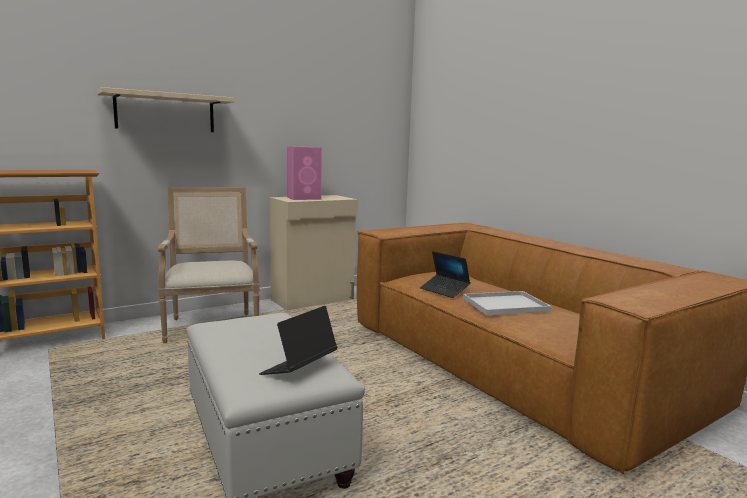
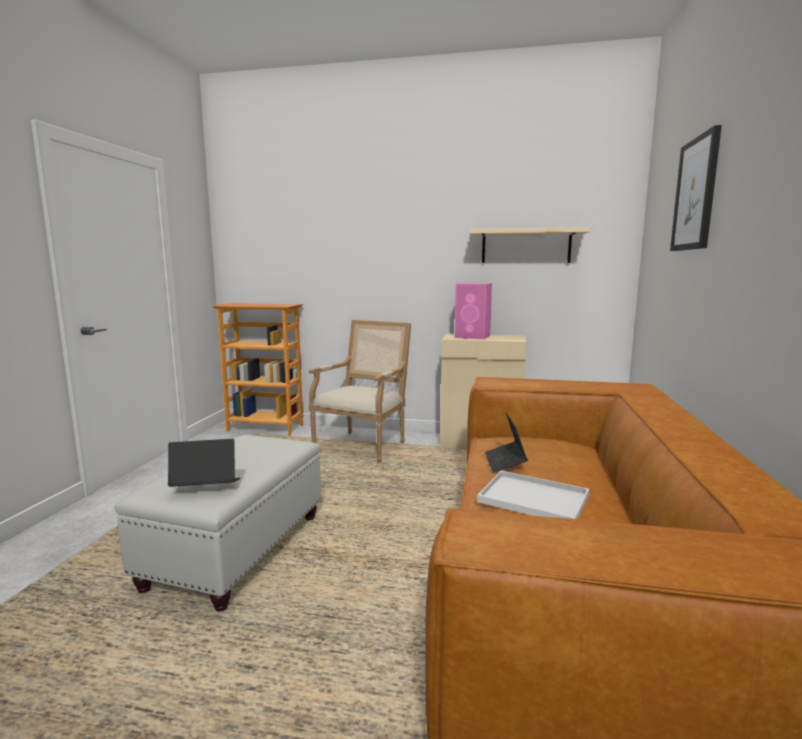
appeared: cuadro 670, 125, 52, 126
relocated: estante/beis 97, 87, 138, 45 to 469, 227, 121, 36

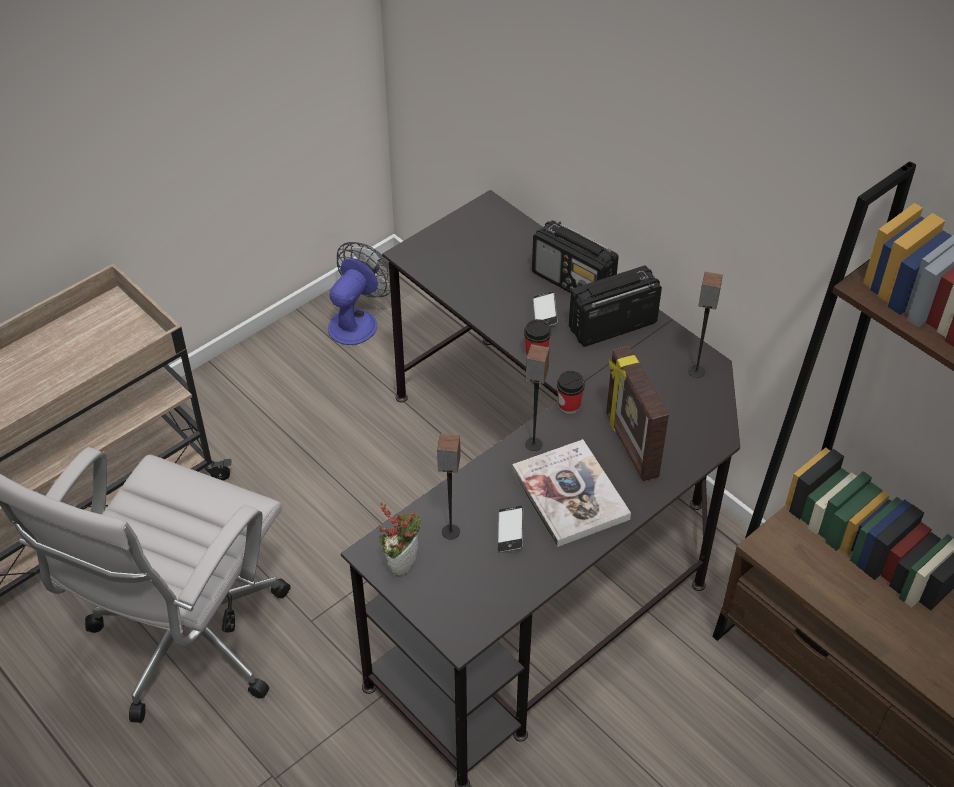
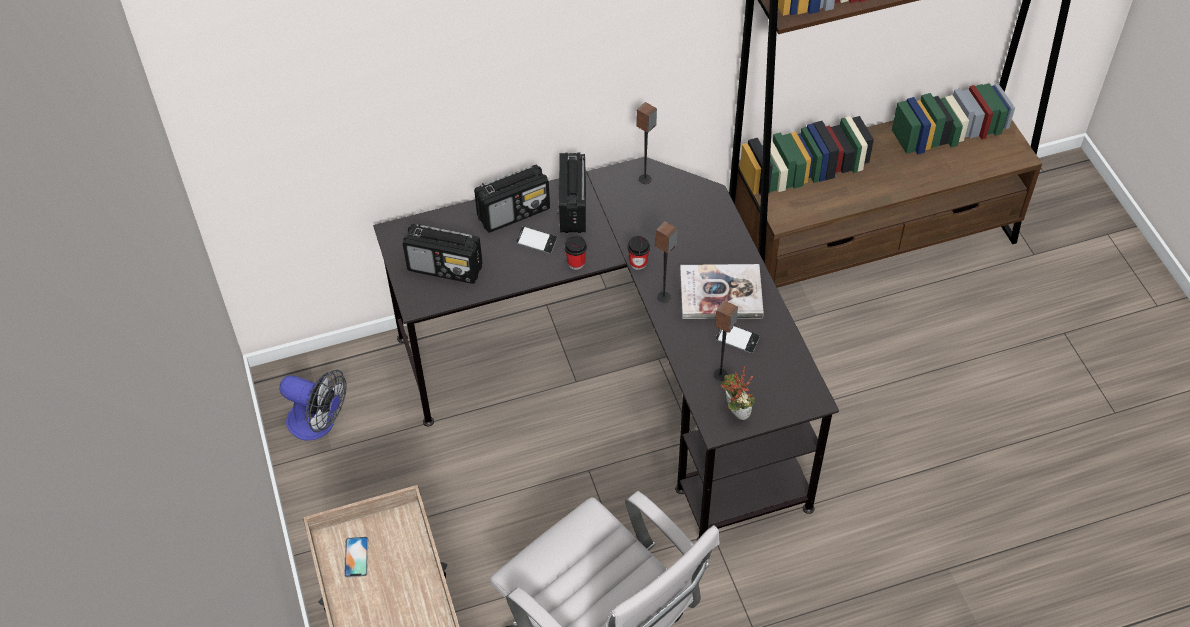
missing: portarretratos 606, 346, 63, 135
appeared: móvil 344, 537, 24, 40; radio 403, 224, 80, 60
spun: ventilador 328, 242, 63, 103 = 280, 370, 67, 71 150 degrees clockwise

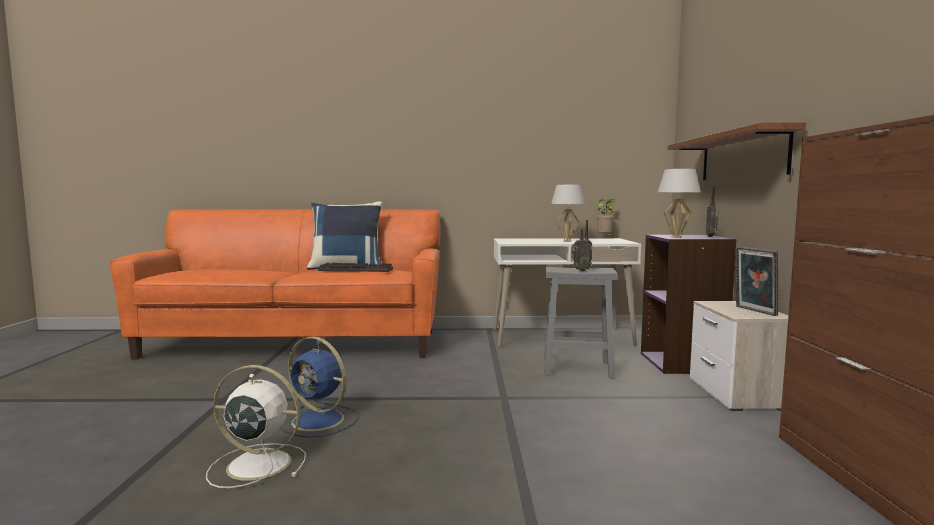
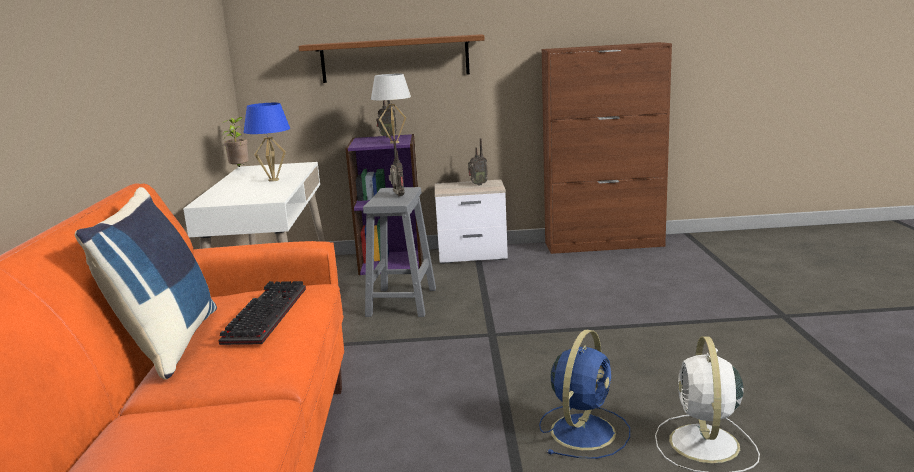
exchanged: portarretratos 735, 247, 43, 69 to radio 468, 138, 20, 48
colour: lámpara de mesa/blanco 551, 185, 34, 57 to lámpara de mesa/azul 244, 103, 46, 79

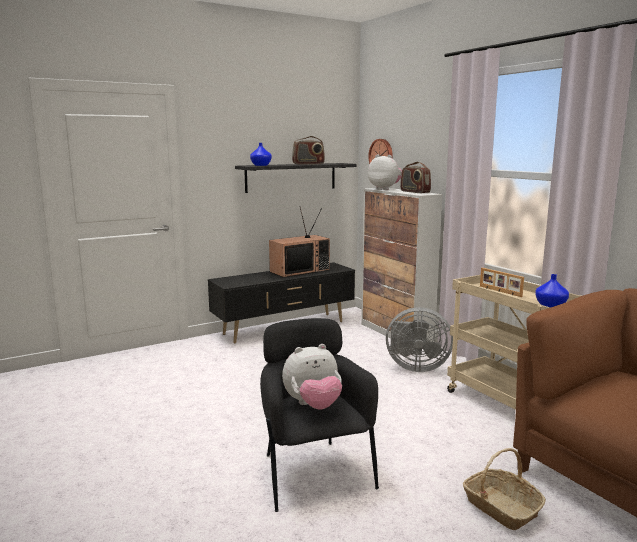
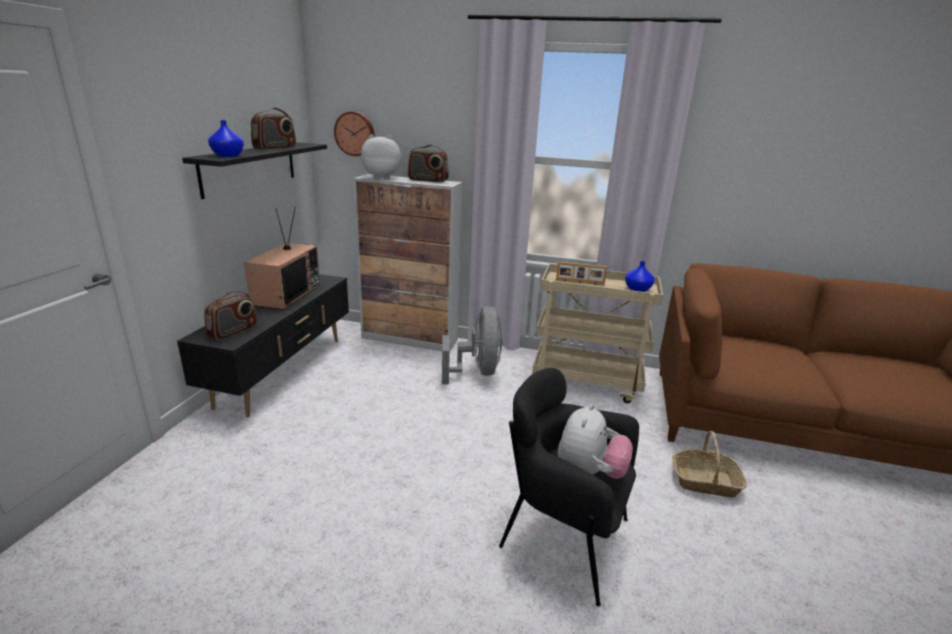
appeared: radio 204, 291, 53, 49
spun: ventilador/gris 386, 307, 67, 65 = 442, 306, 61, 79 60 degrees counterclockwise

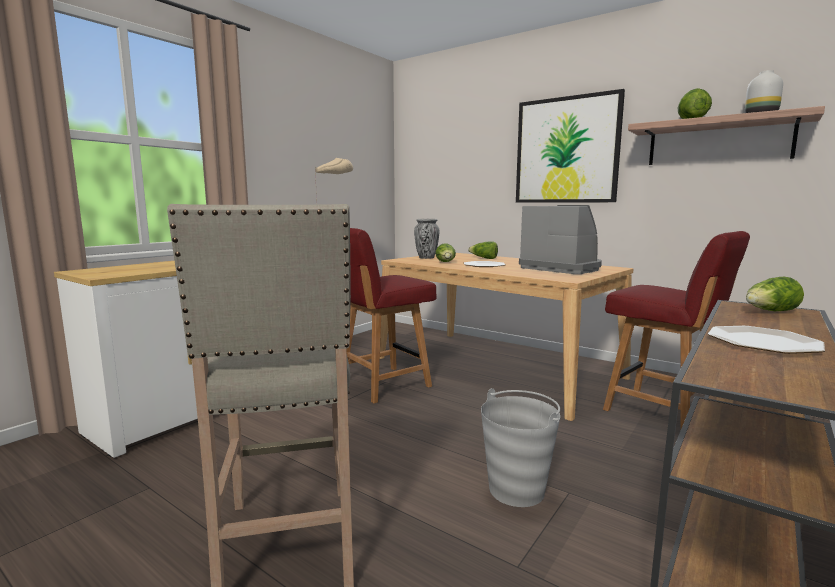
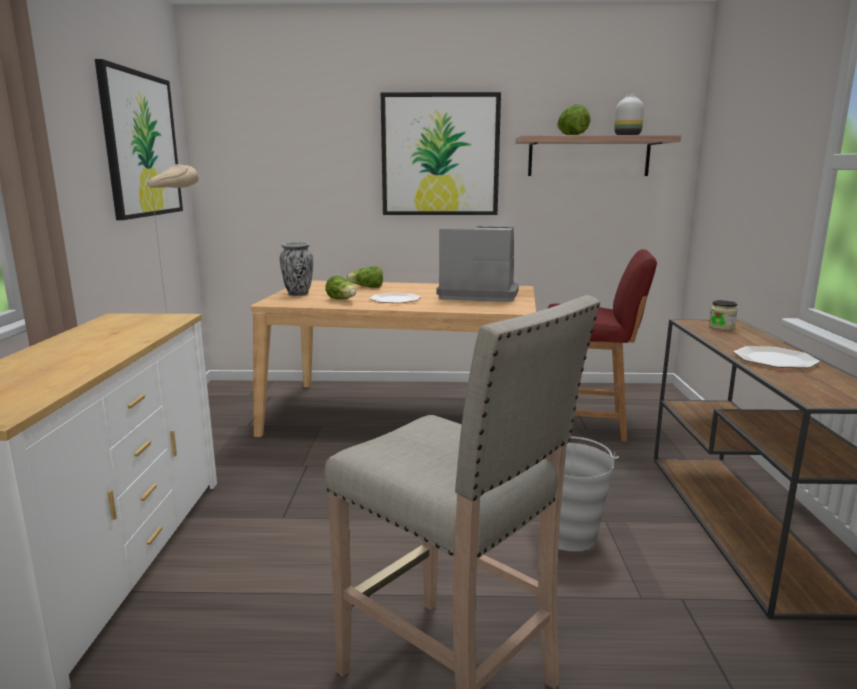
missing: silla/rojo 346, 228, 91, 175
appeared: cuadro 95, 59, 88, 161
exchanged: lechuga 746, 277, 58, 34 to tarro 709, 300, 29, 30

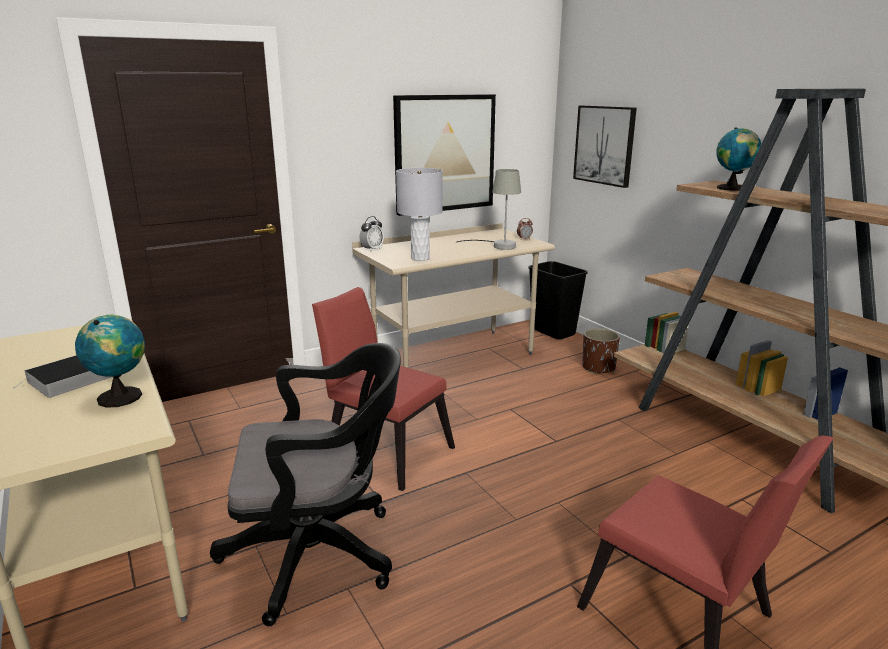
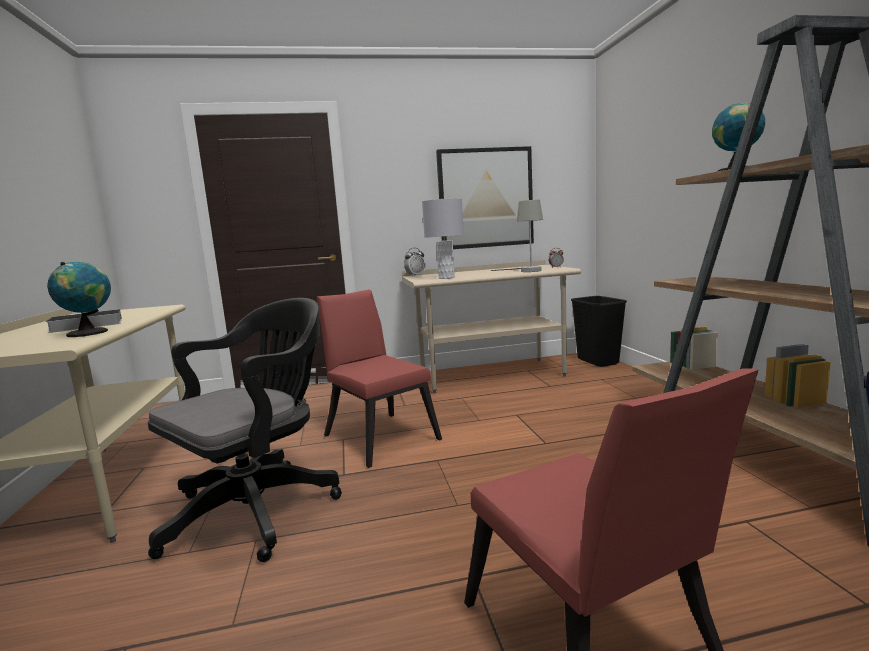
missing: cuadro 573, 106, 64, 82; maceta/marrón 582, 328, 38, 46
spun: silla de oficina/negro 210, 343, 191, 283 = 148, 298, 194, 264 60 degrees counterclockwise

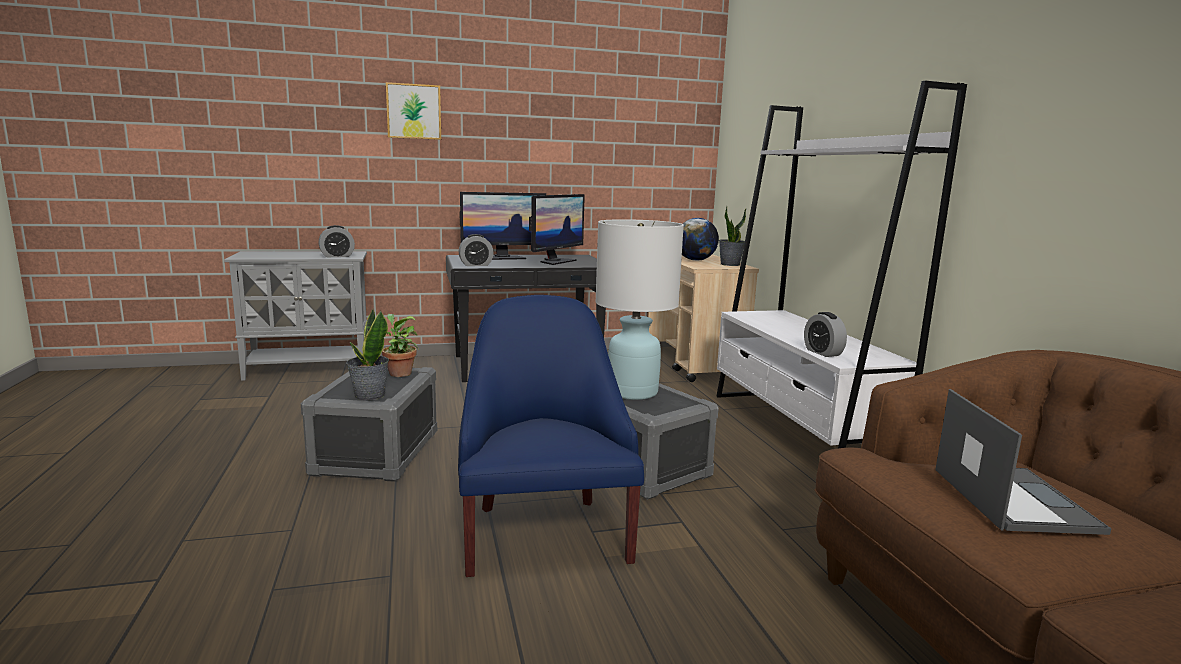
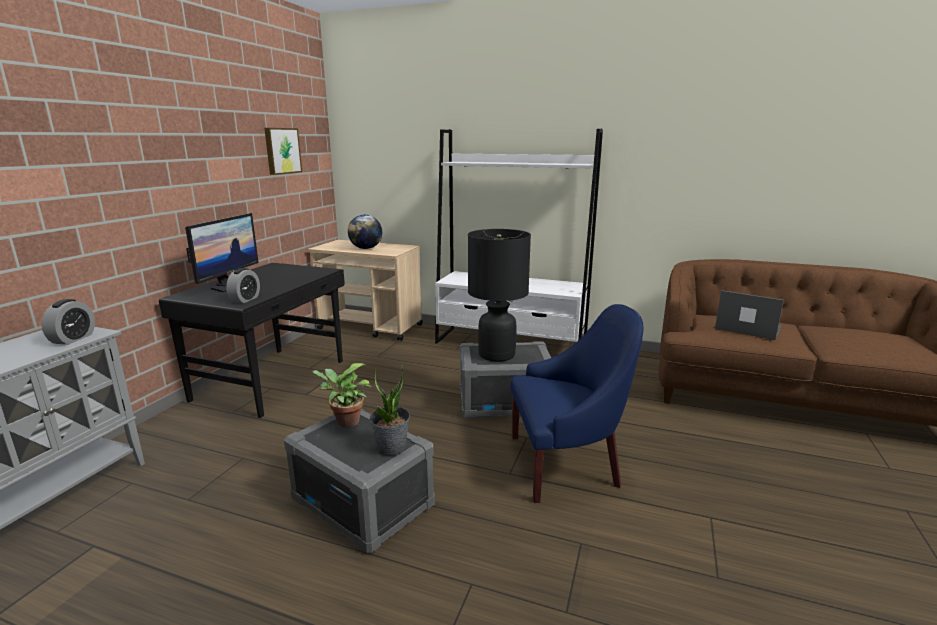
missing: monitor 529, 194, 56, 71; planta en maceta 719, 206, 27, 60; despertador 804, 312, 43, 45
relocated: cuadro 386, 82, 55, 58 to 264, 128, 38, 47
colour: lámpara de mesa/blanco 595, 219, 89, 181 to lámpara de mesa/negro 468, 229, 63, 133
spun: sillón/azul 458, 295, 186, 282 = 510, 304, 134, 199 150 degrees clockwise

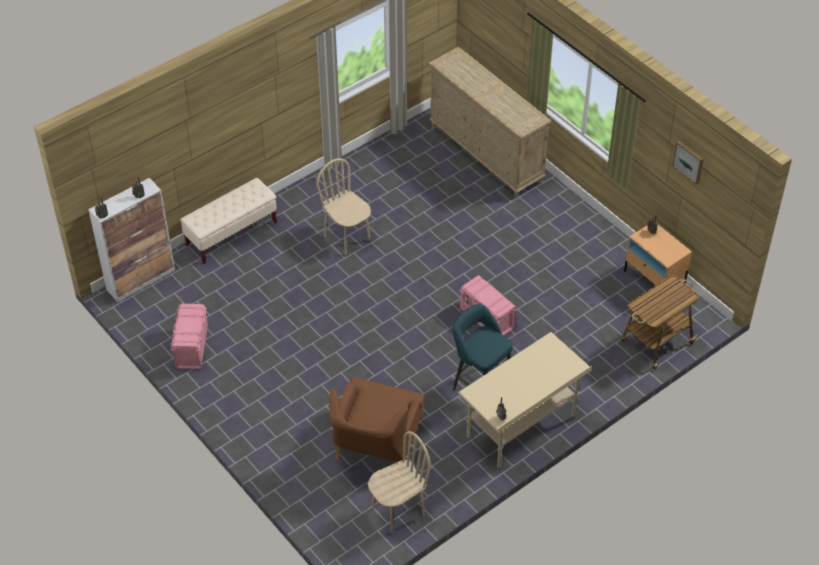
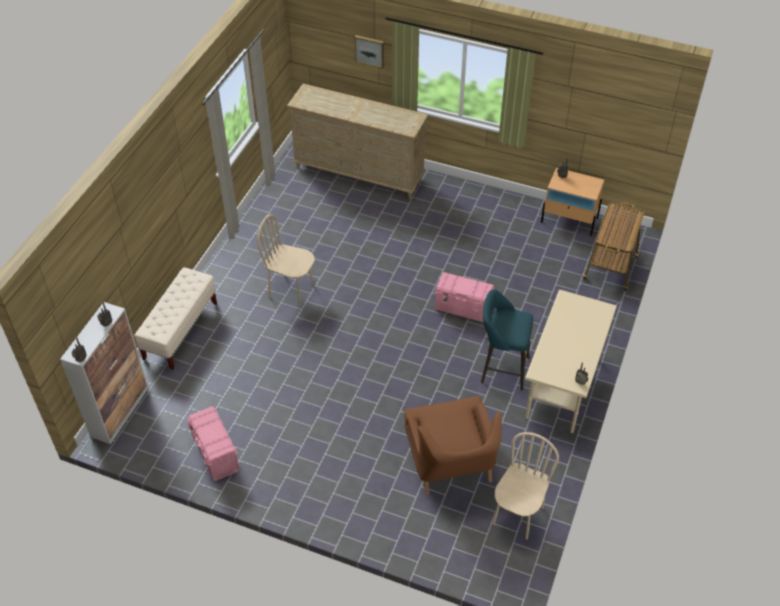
relocated: cuadro 672, 141, 32, 44 to 355, 35, 29, 34

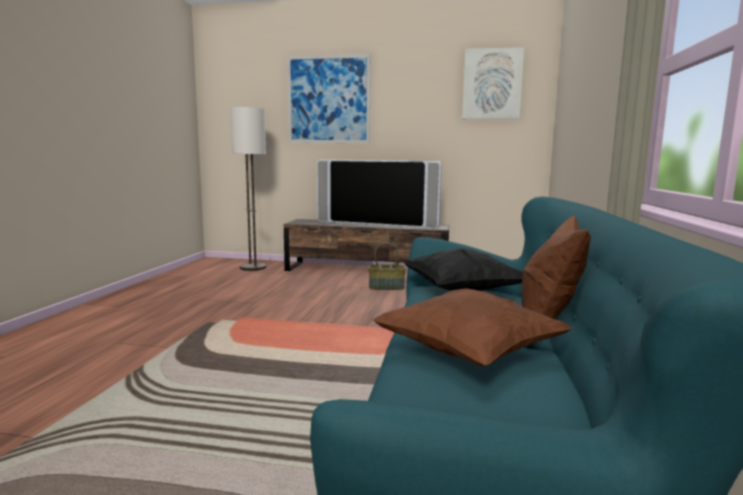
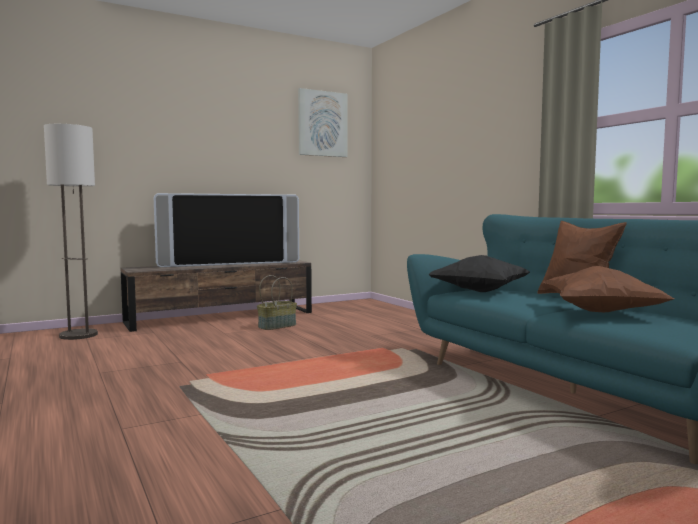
missing: cuadro 287, 54, 84, 89

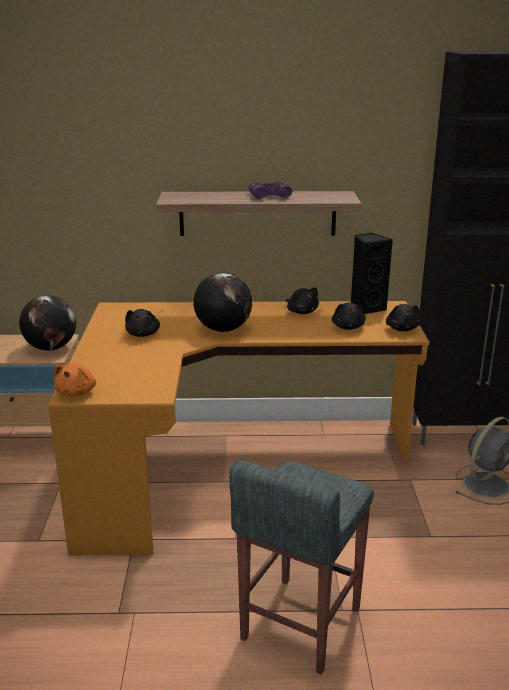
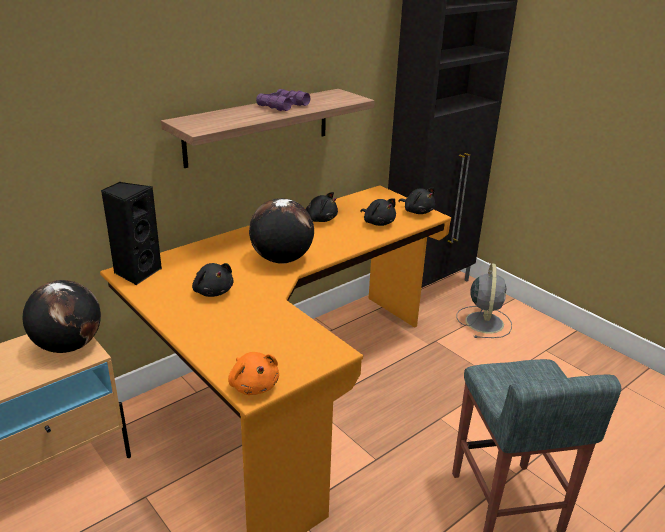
relocated: altavoz/negro 351, 233, 42, 81 to 101, 182, 61, 103

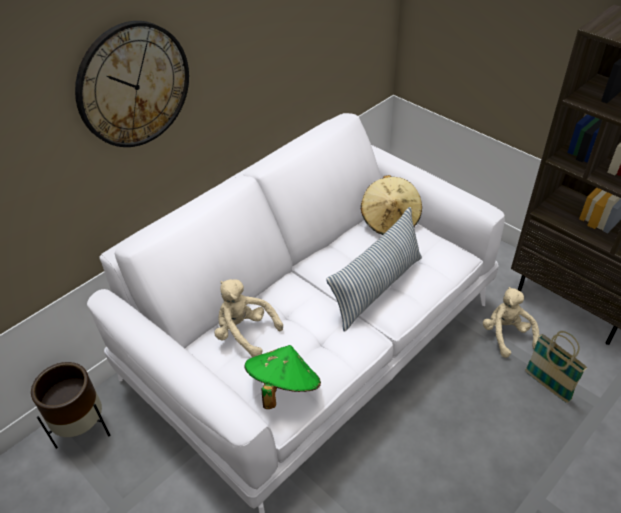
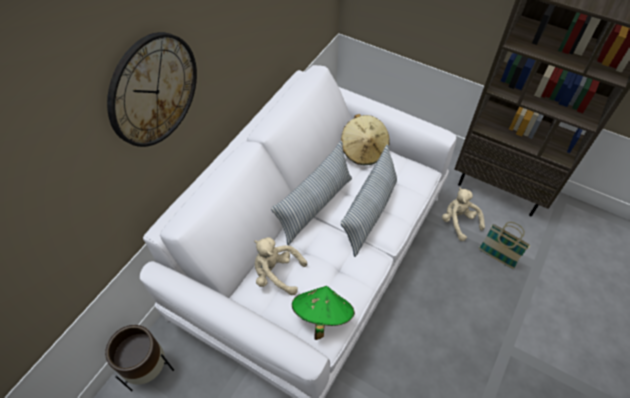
appeared: cojín 271, 141, 81, 104

